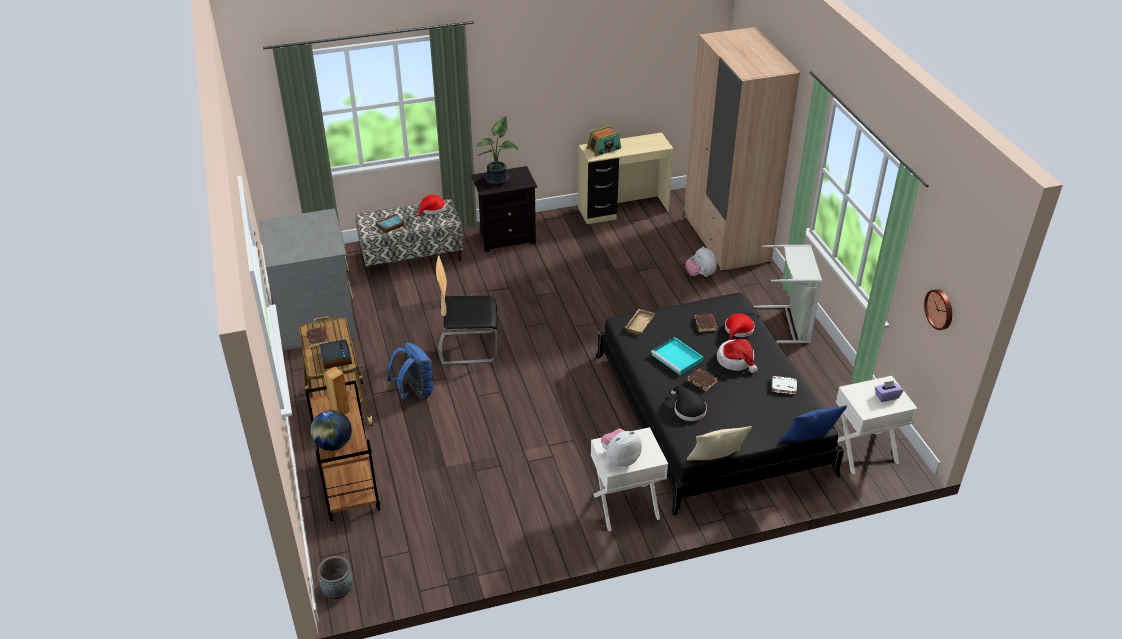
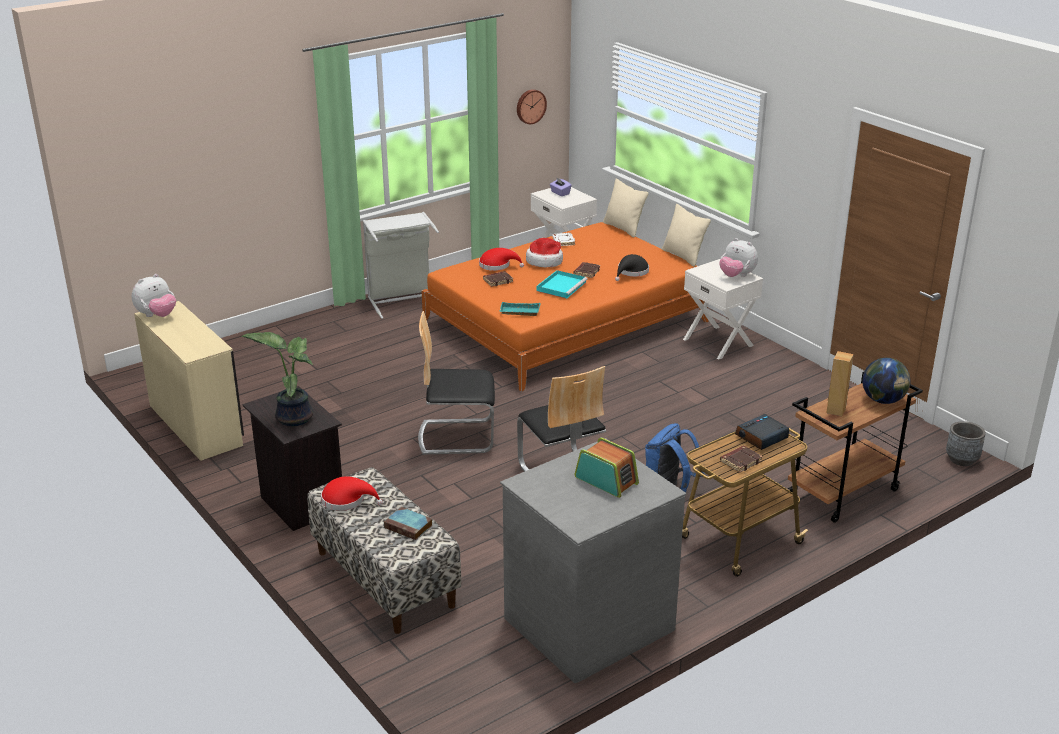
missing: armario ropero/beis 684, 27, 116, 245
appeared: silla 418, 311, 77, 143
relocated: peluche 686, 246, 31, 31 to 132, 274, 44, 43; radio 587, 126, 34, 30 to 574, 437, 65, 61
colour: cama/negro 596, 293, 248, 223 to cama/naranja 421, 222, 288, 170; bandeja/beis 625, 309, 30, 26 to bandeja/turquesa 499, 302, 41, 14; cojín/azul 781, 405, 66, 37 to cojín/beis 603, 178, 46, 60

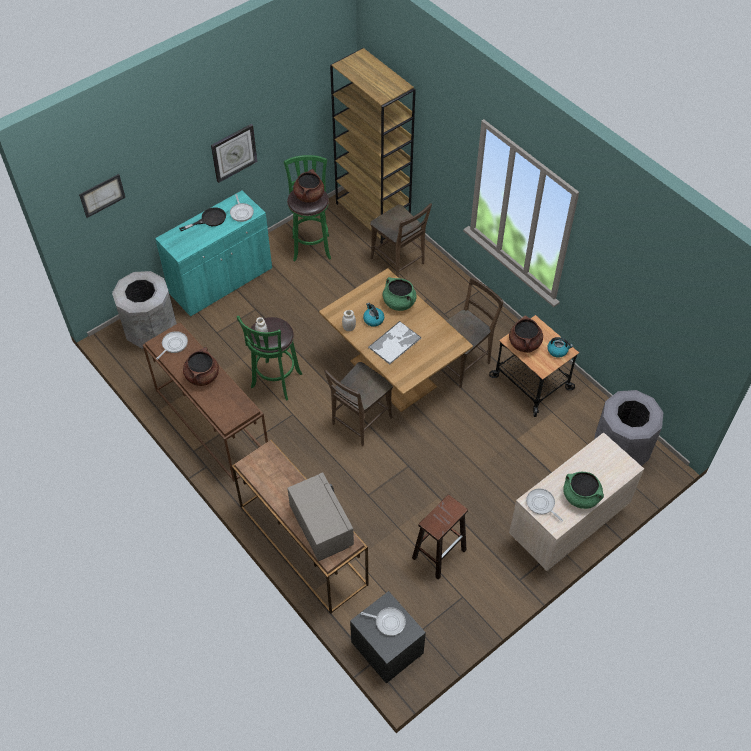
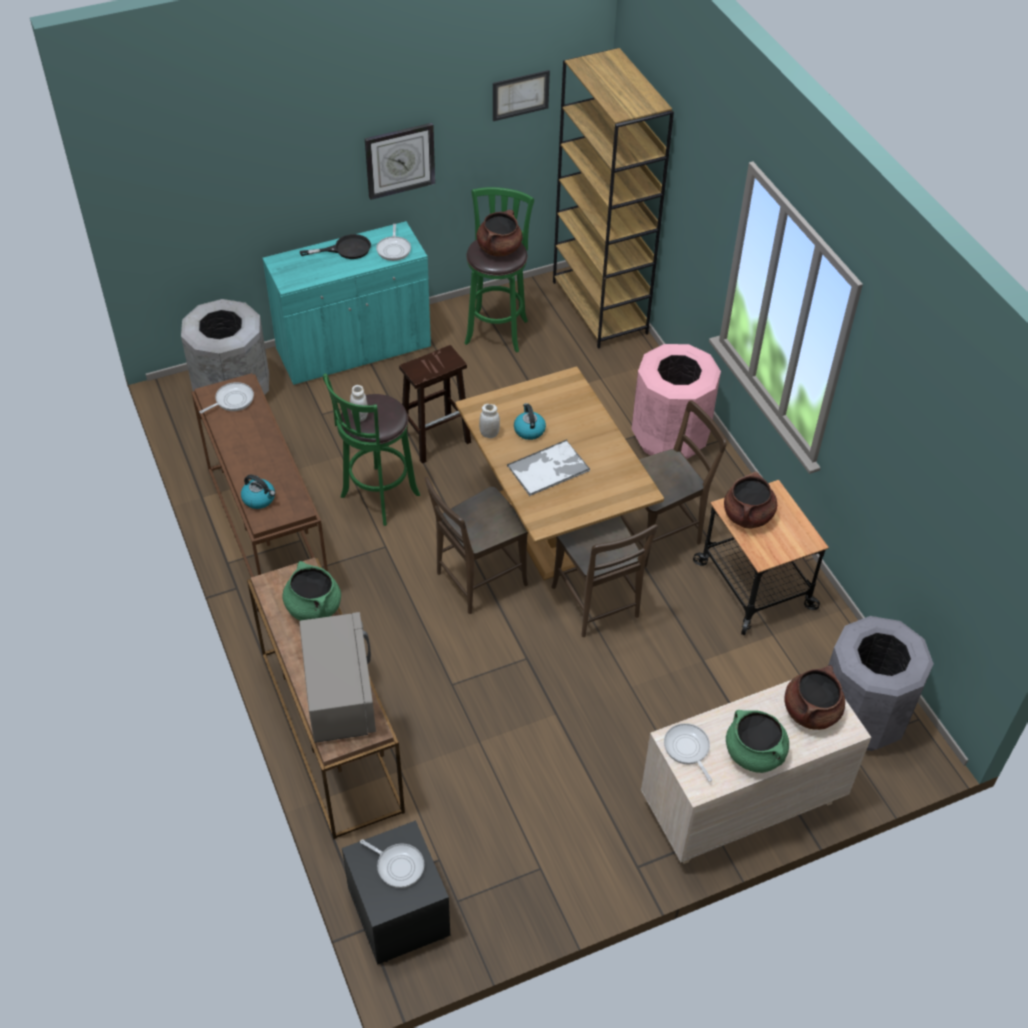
appeared: papelera/rosa 632, 344, 89, 115
relocated: hervidor 547, 337, 26, 21 to 241, 475, 34, 34; olla/verde 383, 277, 34, 34 to 283, 561, 58, 60; taburete/marrón 412, 494, 56, 86 to 399, 345, 72, 119; cuadro 79, 174, 47, 44 to 493, 70, 57, 51; silla/marrón 370, 203, 62, 75 to 552, 516, 106, 121; olla/marrón 183, 347, 36, 39 to 784, 665, 61, 65

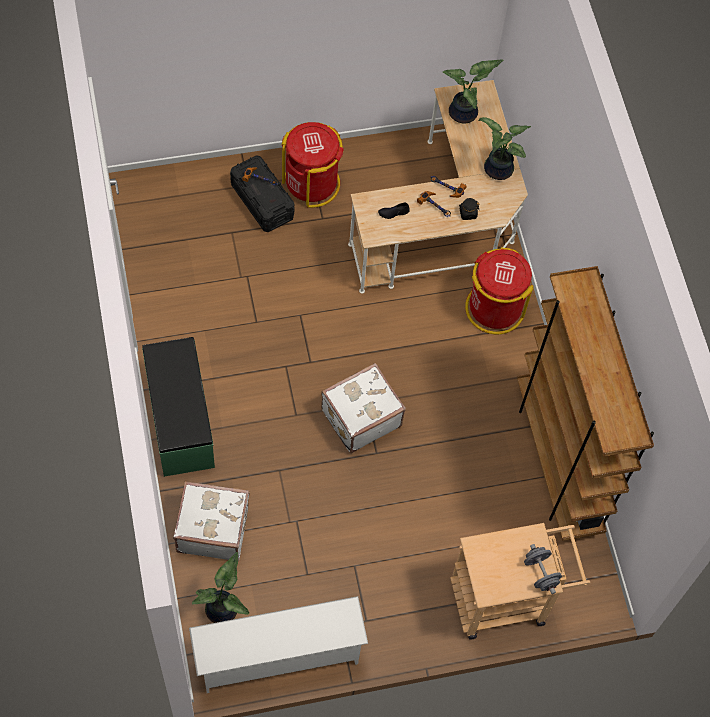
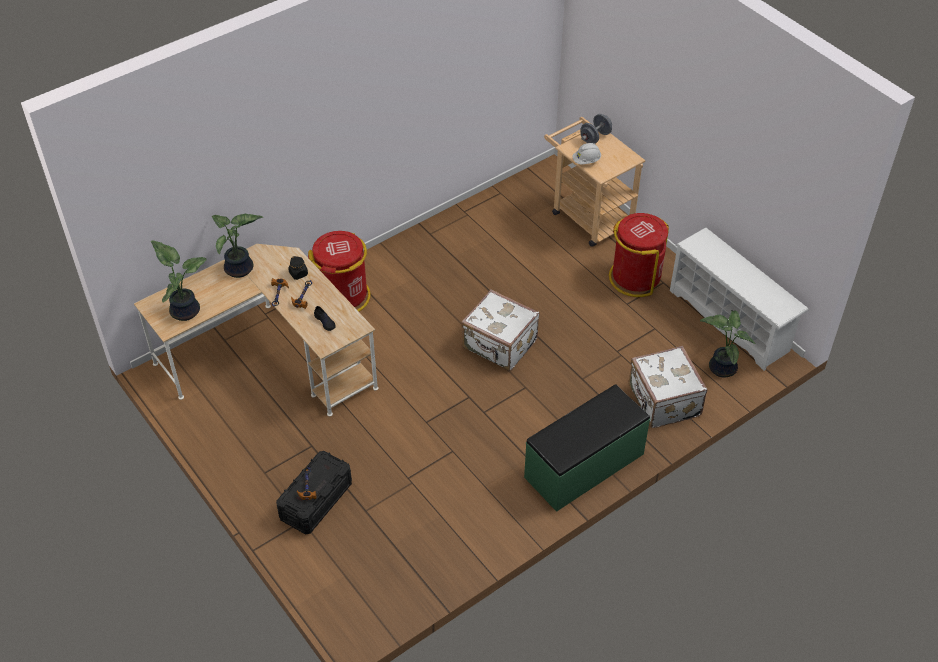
missing: estantería/marrón 517, 266, 137, 275
appeared: casco/blanco 573, 143, 28, 22
relocated: papelera/rojo 282, 122, 62, 86 to 609, 213, 60, 84

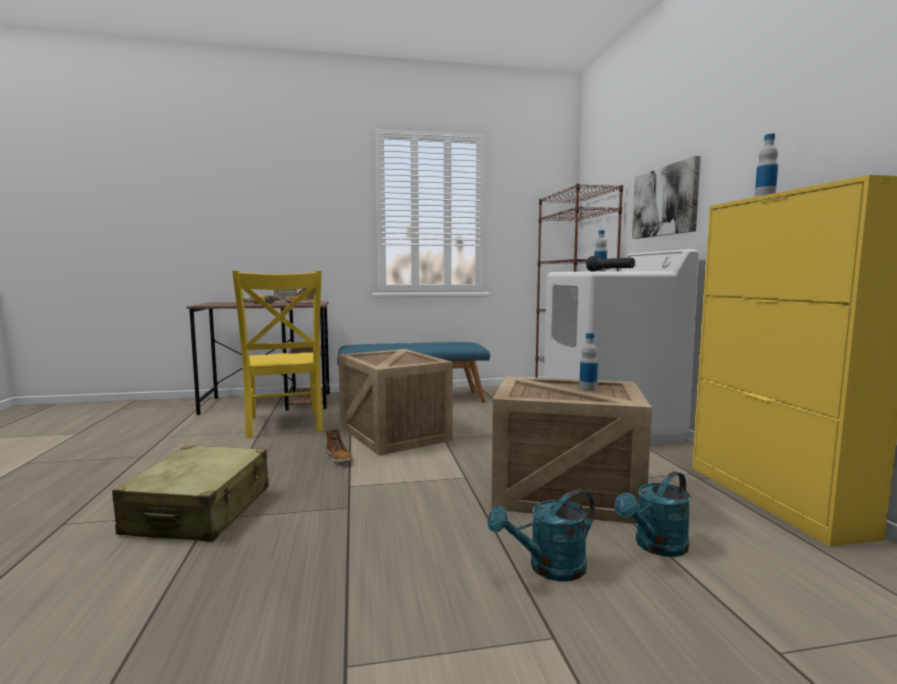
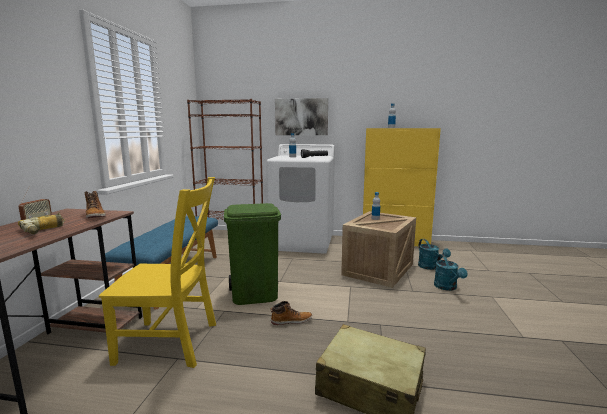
exchanged: caja de embalaje 338, 349, 115, 106 to papelera/verde 224, 203, 57, 102

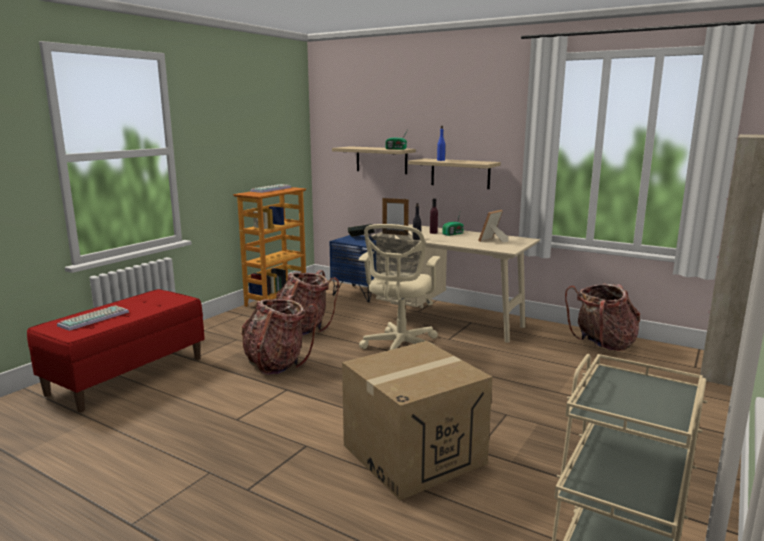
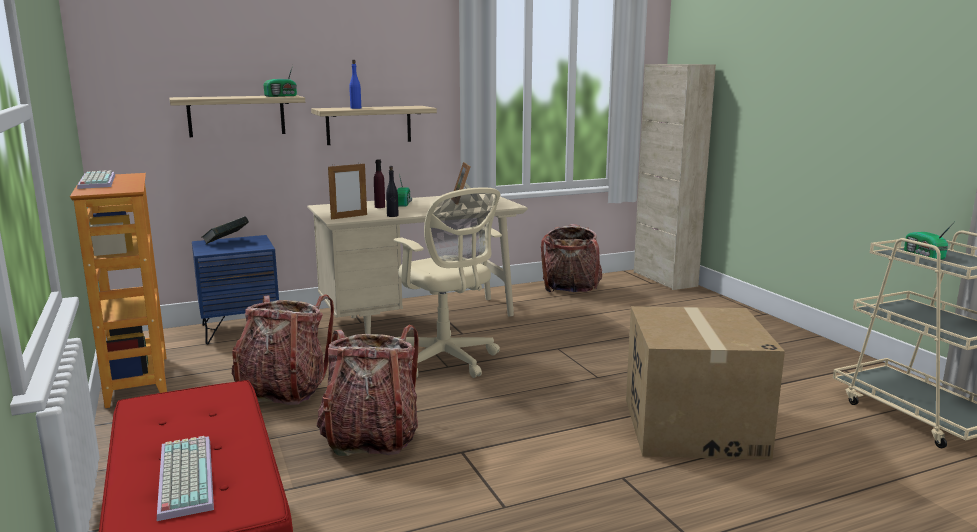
appeared: radio 904, 221, 51, 38

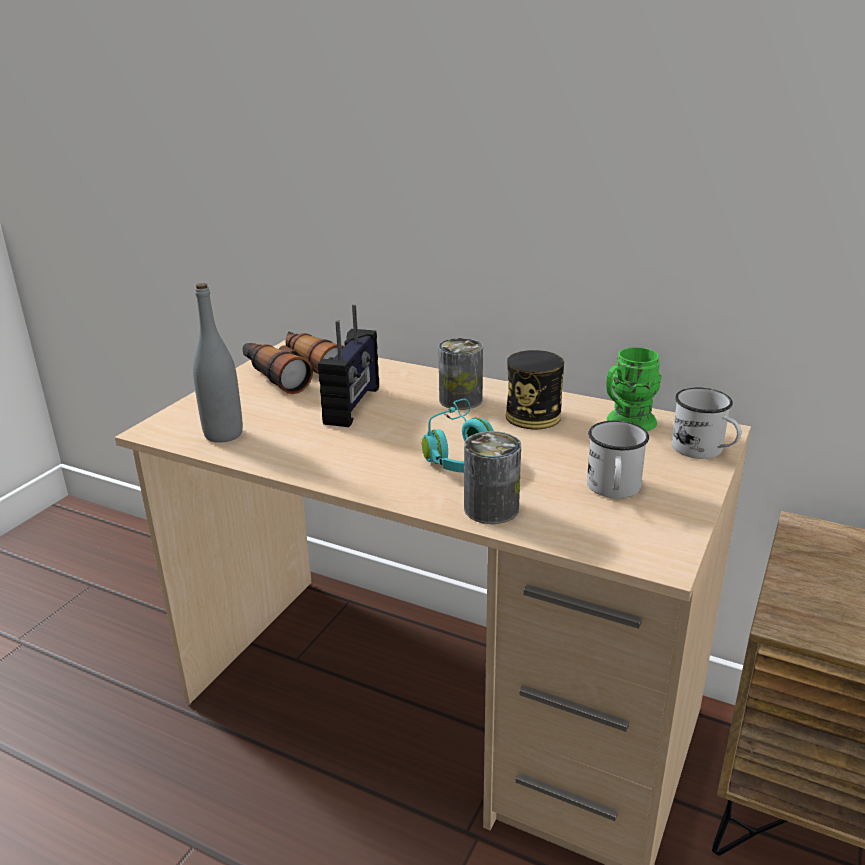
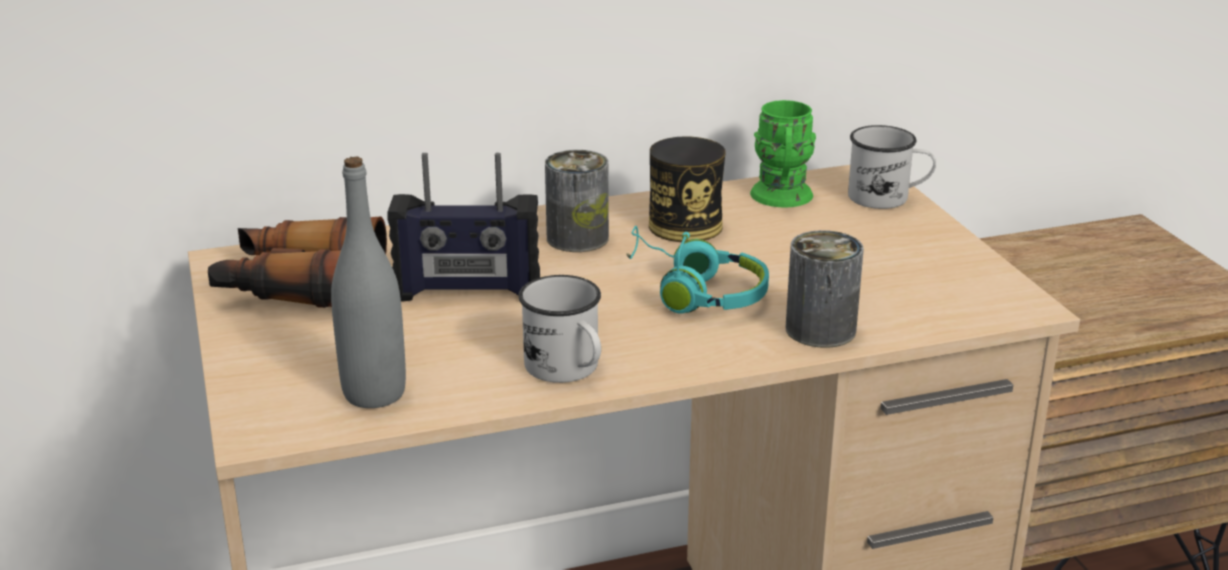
relocated: taza grande/blanco 587, 421, 62, 77 to 518, 275, 83, 108
spun: radio 318, 304, 61, 123 = 387, 153, 153, 149 120 degrees clockwise

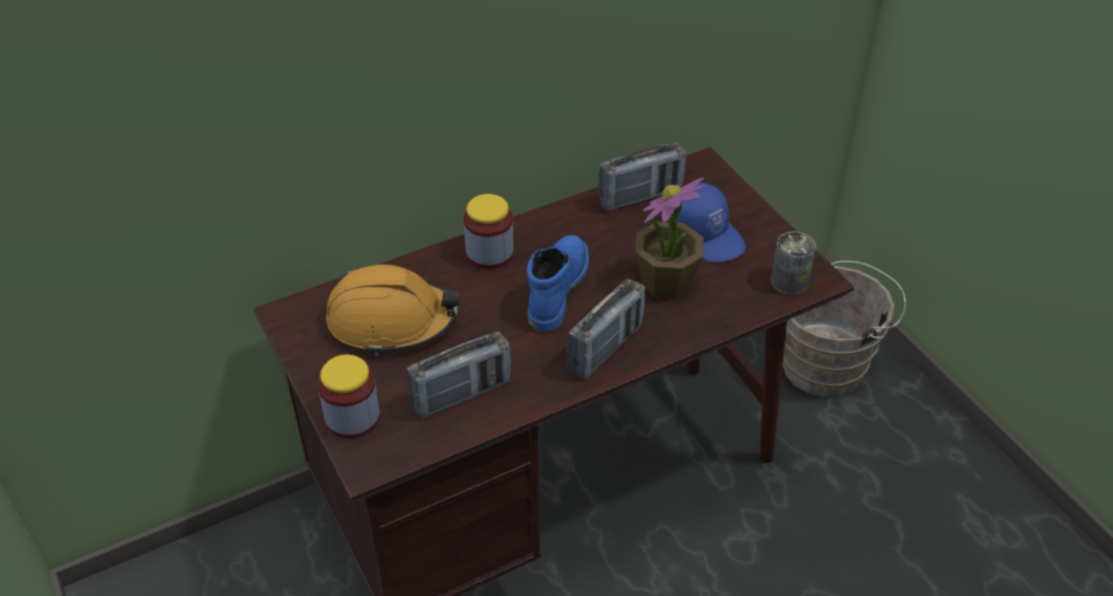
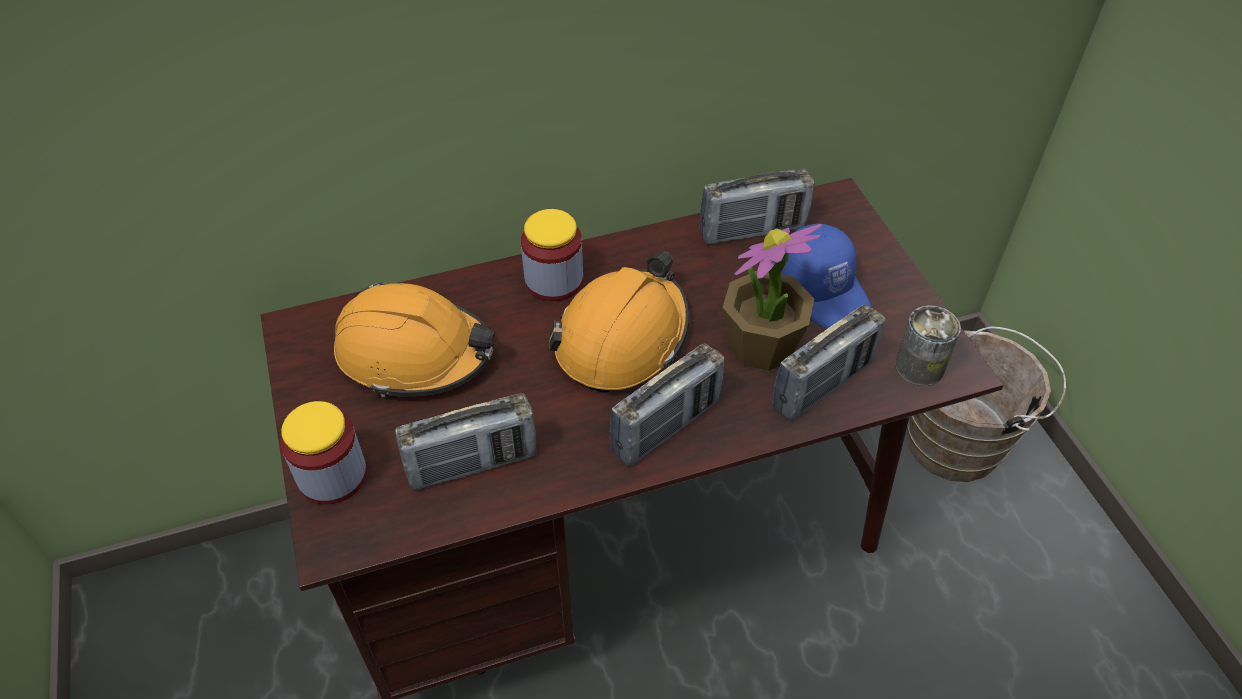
appeared: radio 773, 304, 112, 117
exchanged: bota/azul 527, 235, 62, 97 to casco/naranja 549, 251, 140, 142

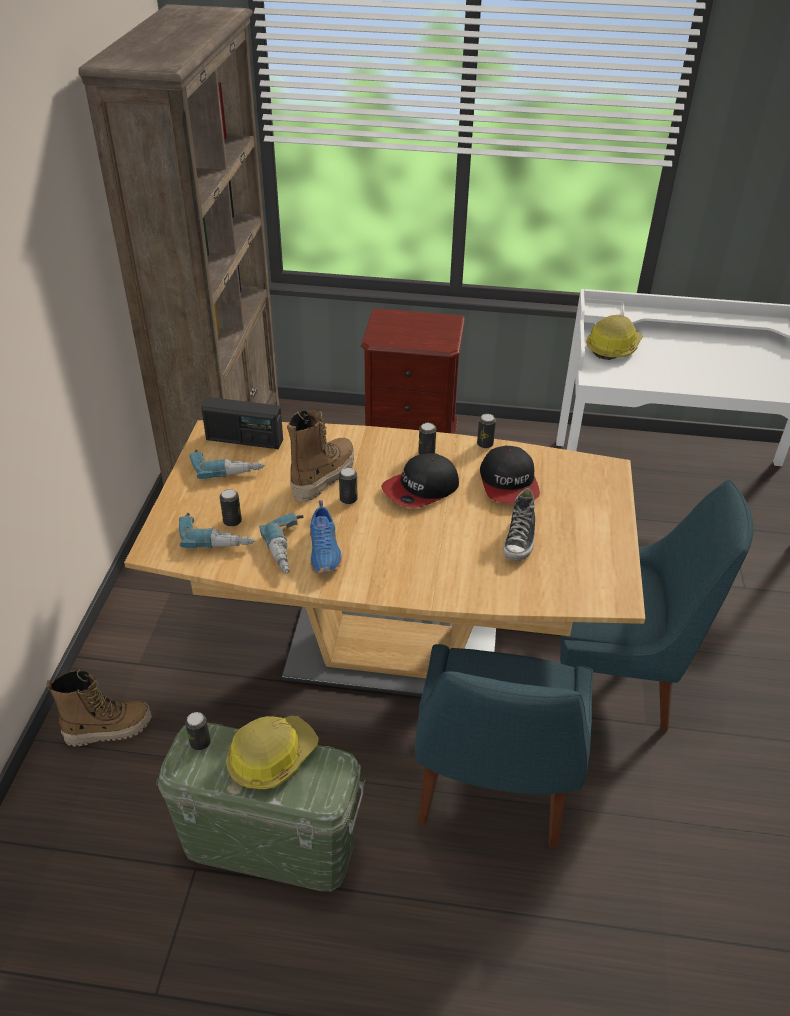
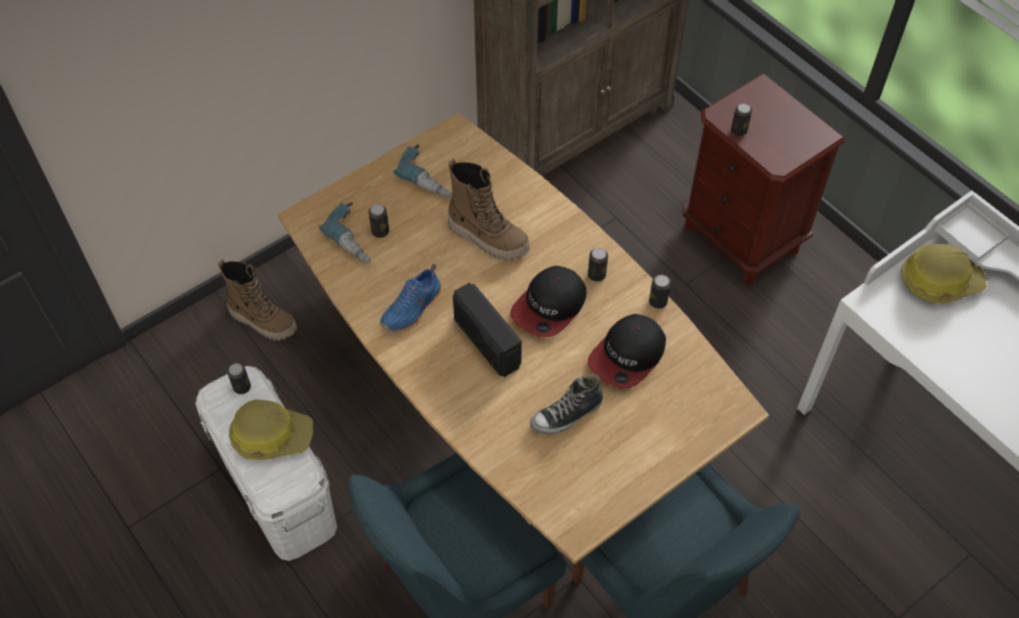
missing: taladro 259, 512, 45, 62
relocated: radio 201, 397, 82, 52 to 453, 283, 69, 94; lata 339, 467, 18, 37 to 731, 103, 21, 33
colour: caja de almacenaje/verde 156, 722, 209, 169 to caja de almacenaje/blanco 195, 366, 142, 195
spun: bota 287, 410, 67, 92 = 448, 158, 82, 103 45 degrees clockwise; gorra 381, 453, 78, 55 = 510, 266, 76, 71 60 degrees counterclockwise

